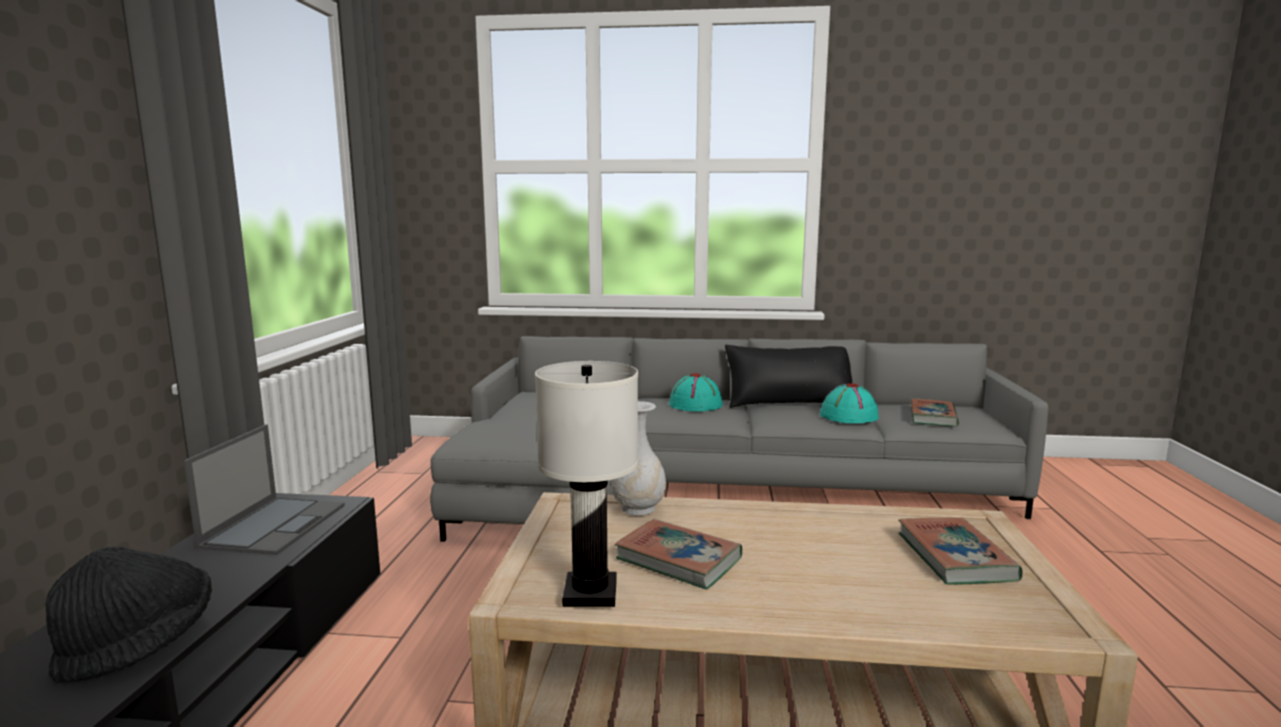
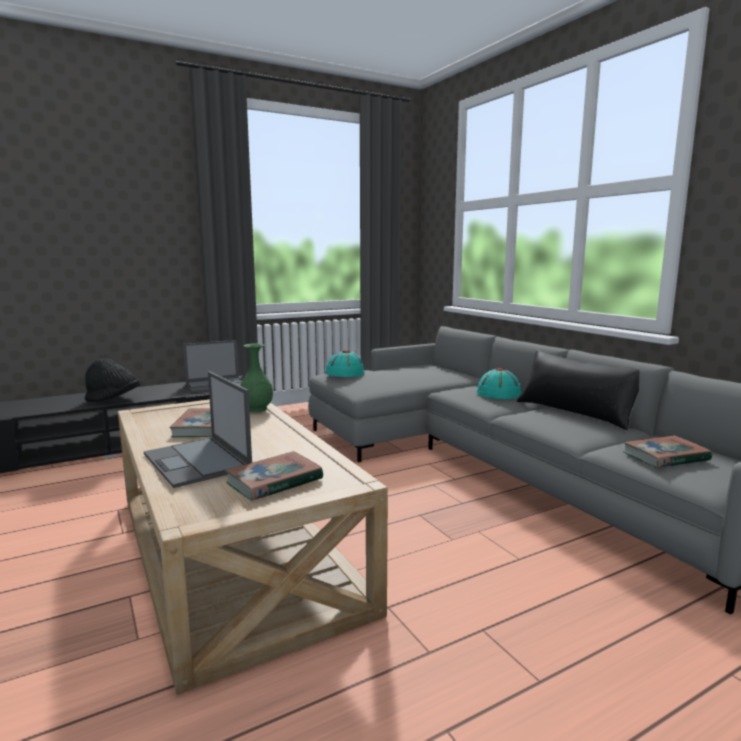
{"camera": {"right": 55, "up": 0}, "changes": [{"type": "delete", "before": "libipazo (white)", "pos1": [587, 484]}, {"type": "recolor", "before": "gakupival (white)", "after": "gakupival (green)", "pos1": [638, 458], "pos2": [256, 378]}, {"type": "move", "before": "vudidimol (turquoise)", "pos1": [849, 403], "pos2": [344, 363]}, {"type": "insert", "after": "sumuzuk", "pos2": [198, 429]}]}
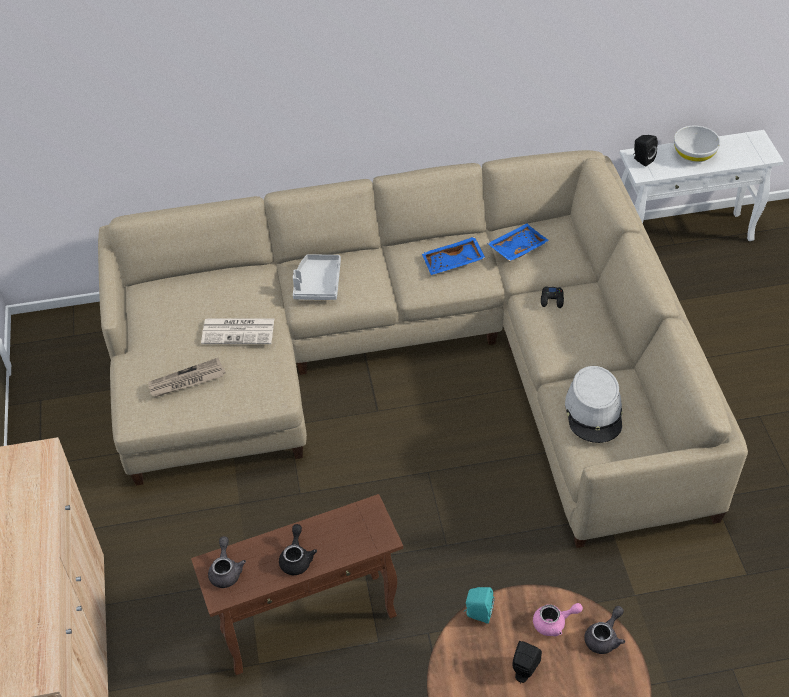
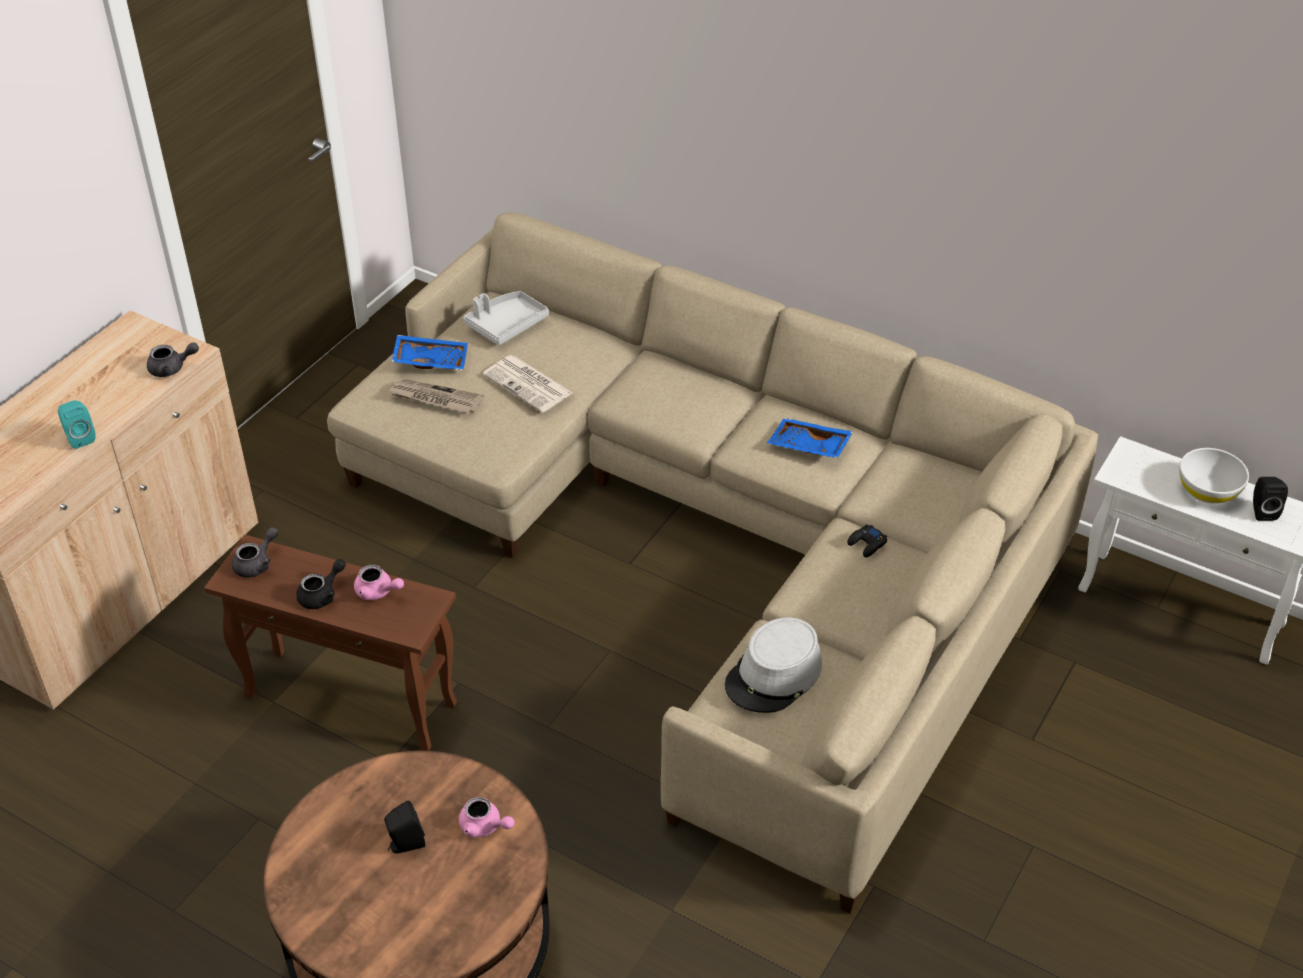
{"camera": {"right": 40, "up": -5}, "changes": [{"type": "move", "before": "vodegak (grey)", "pos1": [317, 277], "pos2": [506, 318]}, {"type": "move", "before": "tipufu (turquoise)", "pos1": [478, 605], "pos2": [77, 424]}, {"type": "move", "before": "vodegak (blue)", "pos1": [518, 242], "pos2": [429, 352]}, {"type": "move", "before": "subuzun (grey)", "pos1": [604, 630], "pos2": [173, 359]}, {"type": "move", "before": "tipufu (black)", "pos1": [645, 151], "pos2": [1270, 499]}, {"type": "insert", "after": "subuzun (pink)", "pos2": [379, 582]}]}
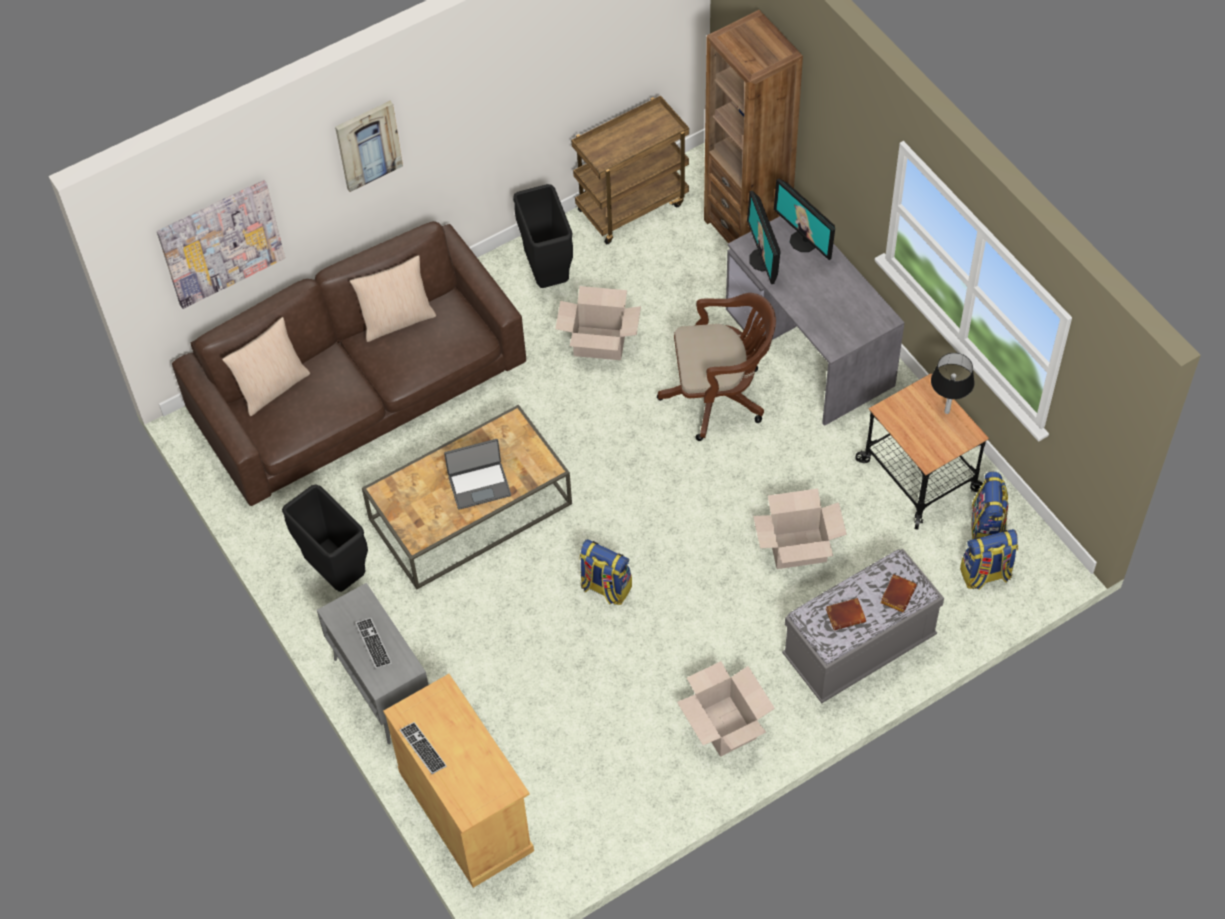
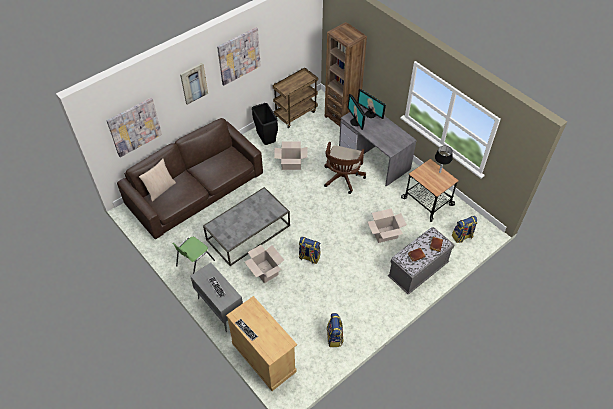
{"camera": {"right": -10, "up": -5}, "changes": [{"type": "replace", "before": "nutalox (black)", "after": "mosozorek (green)", "pos1": [325, 538], "pos2": [193, 255]}, {"type": "delete", "before": "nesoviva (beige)", "pos1": [393, 298]}, {"type": "recolor", "before": "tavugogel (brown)", "after": "tavugogel (grey)", "pos1": [467, 497], "pos2": [246, 226]}, {"type": "delete", "before": "sumuzuk", "pos1": [477, 474]}, {"type": "rotate", "before": "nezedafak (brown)", "pos1": [716, 367], "pos2": [345, 168], "turn": 120}, {"type": "move", "before": "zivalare", "pos1": [726, 708], "pos2": [264, 264]}, {"type": "move", "before": "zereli", "pos1": [989, 505], "pos2": [335, 330]}, {"type": "insert", "after": "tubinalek", "pos2": [239, 56]}]}
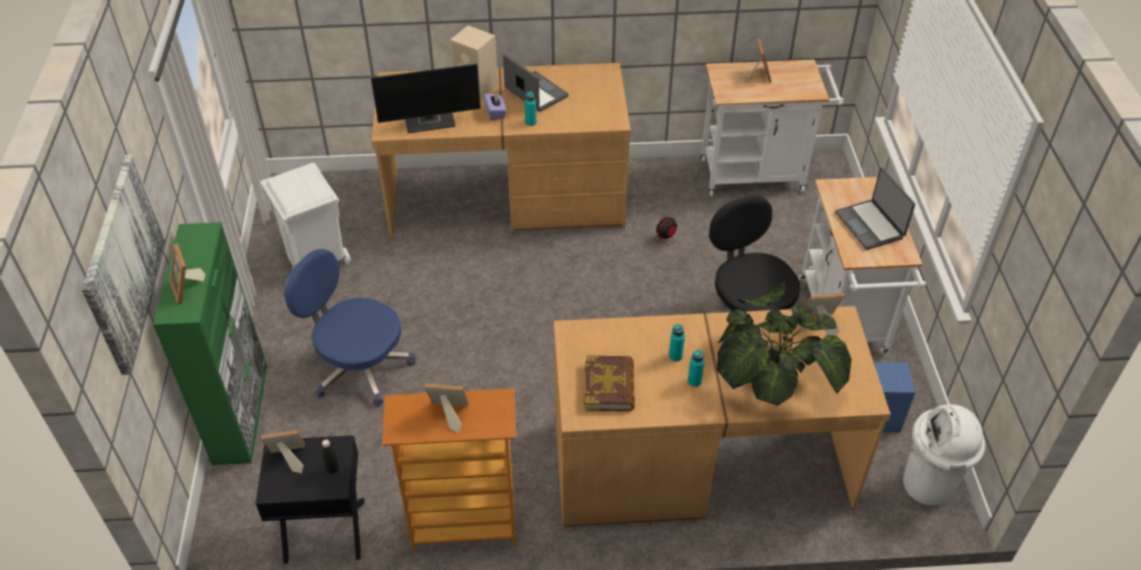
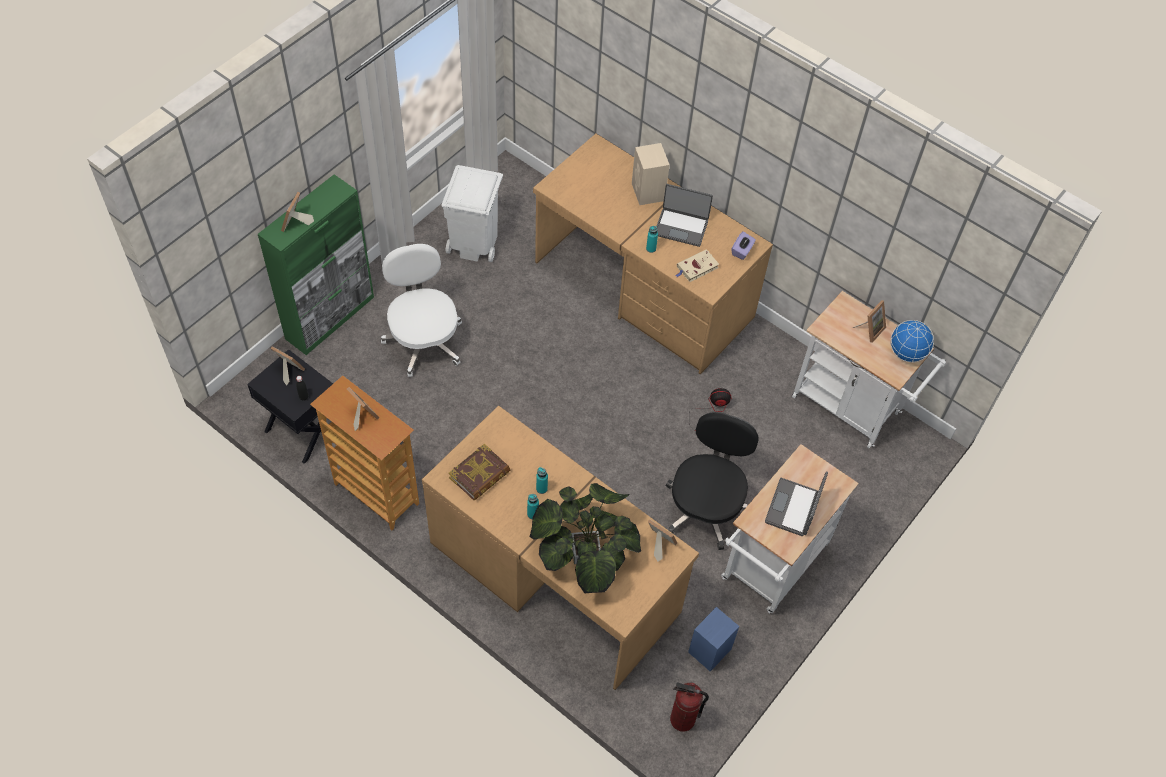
{"camera": {"right": 40, "up": 10}, "changes": [{"type": "delete", "before": "tubinalek", "pos1": [123, 265]}, {"type": "recolor", "before": "nezedafak (blue)", "after": "nezedafak (white)", "pos1": [349, 328], "pos2": [421, 310]}, {"type": "delete", "before": "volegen", "pos1": [426, 98]}, {"type": "move", "before": "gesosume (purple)", "pos1": [495, 105], "pos2": [744, 245]}, {"type": "rotate", "before": "sumuzuk", "pos1": [536, 83], "pos2": [684, 215], "turn": 105}, {"type": "replace", "before": "nutalox (white)", "after": "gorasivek", "pos1": [944, 455], "pos2": [689, 707]}, {"type": "insert", "after": "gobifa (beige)", "pos2": [697, 265]}, {"type": "insert", "after": "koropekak", "pos2": [912, 341]}]}
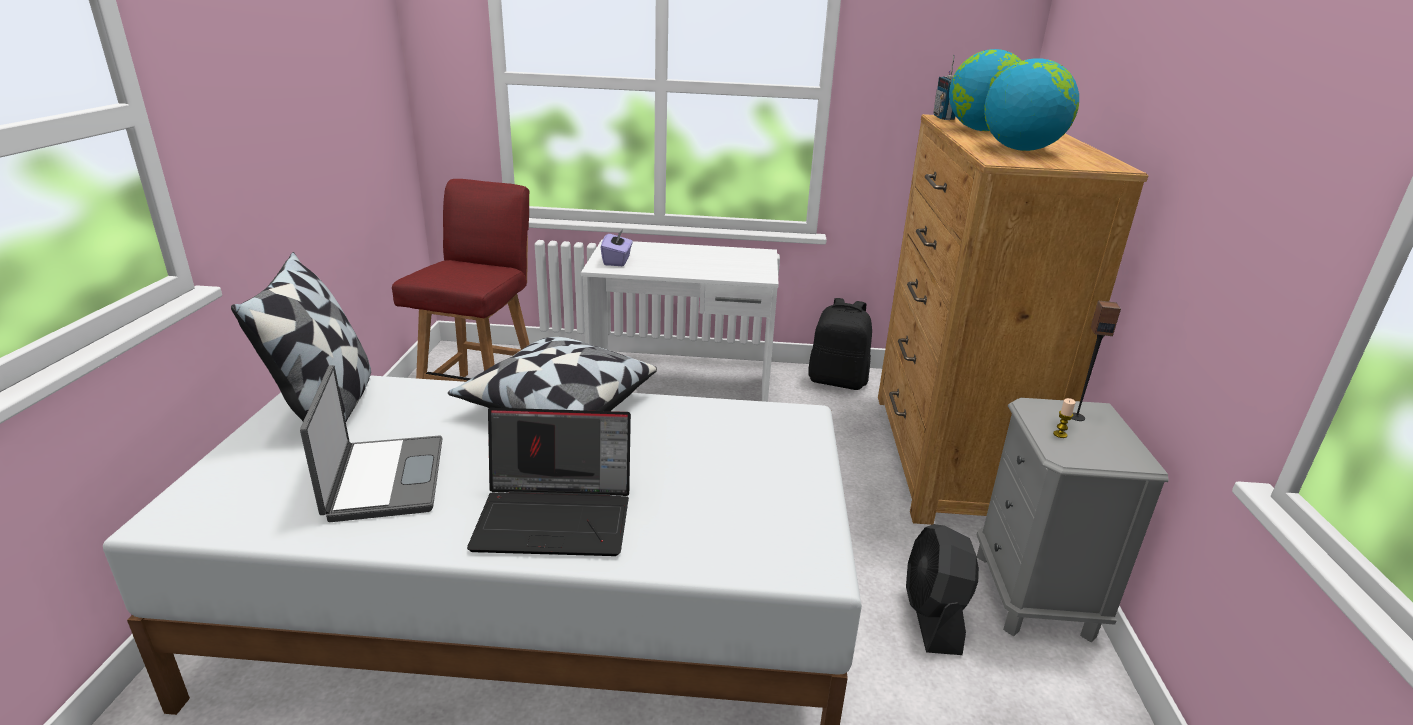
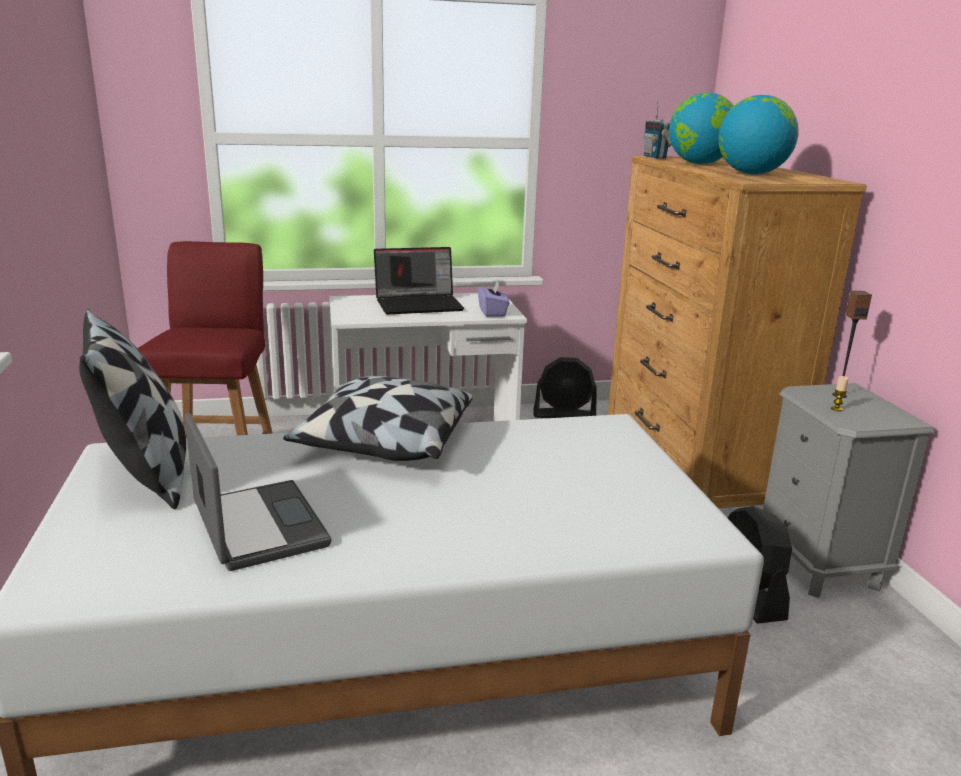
{"camera": {"right": -15, "up": -5}, "changes": [{"type": "move", "before": "sumuzuk", "pos1": [549, 482], "pos2": [419, 280]}, {"type": "move", "before": "gesosume (purple)", "pos1": [617, 247], "pos2": [493, 299]}, {"type": "replace", "before": "zereli (black)", "after": "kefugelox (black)", "pos1": [840, 344], "pos2": [565, 387]}]}
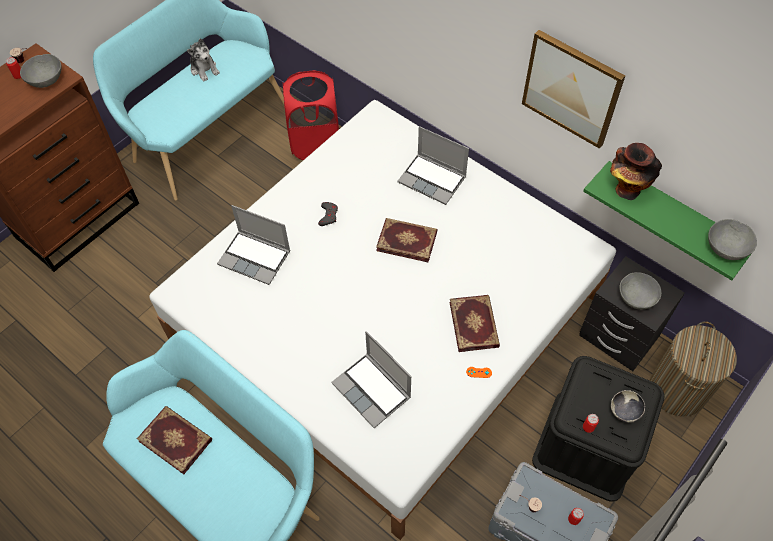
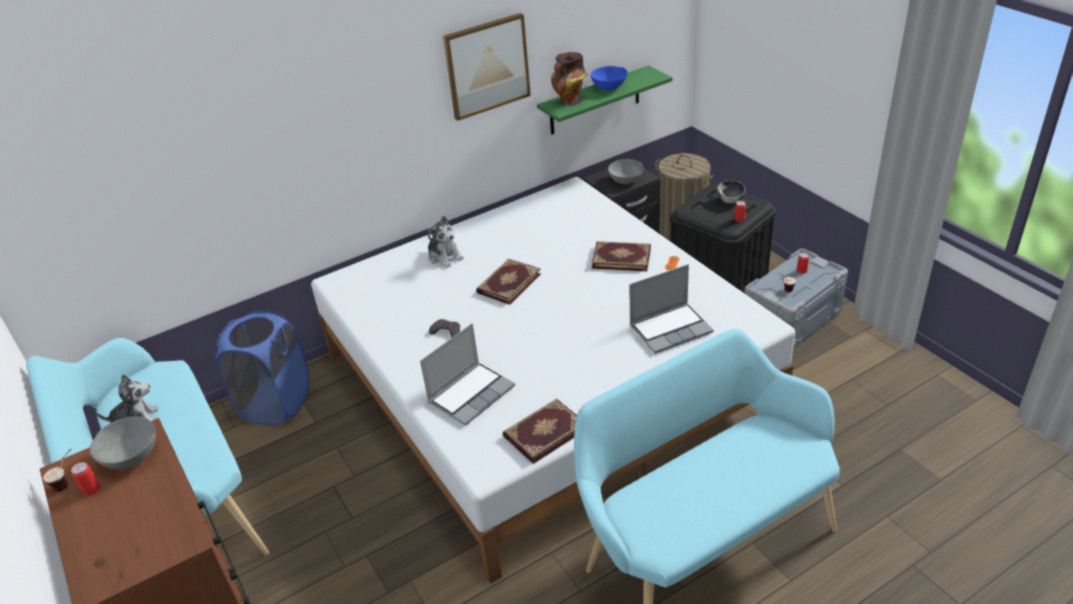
{"camera": {"right": -70, "up": -20}, "changes": [{"type": "move", "before": "gobifa", "pos1": [174, 440], "pos2": [540, 431]}, {"type": "recolor", "before": "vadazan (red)", "after": "vadazan (blue)", "pos1": [311, 115], "pos2": [262, 367]}, {"type": "replace", "before": "sumuzuk", "after": "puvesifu", "pos1": [433, 165], "pos2": [445, 242]}, {"type": "delete", "before": "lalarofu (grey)", "pos1": [732, 239]}, {"type": "insert", "after": "lalarofu (blue)", "pos2": [609, 78]}]}
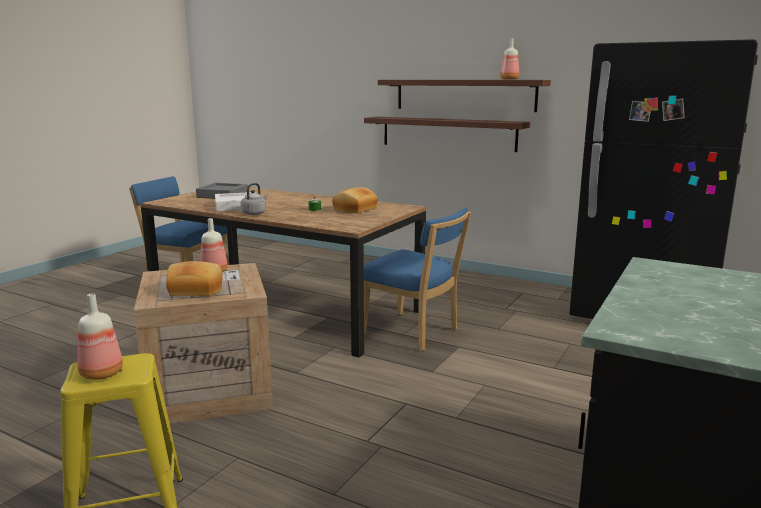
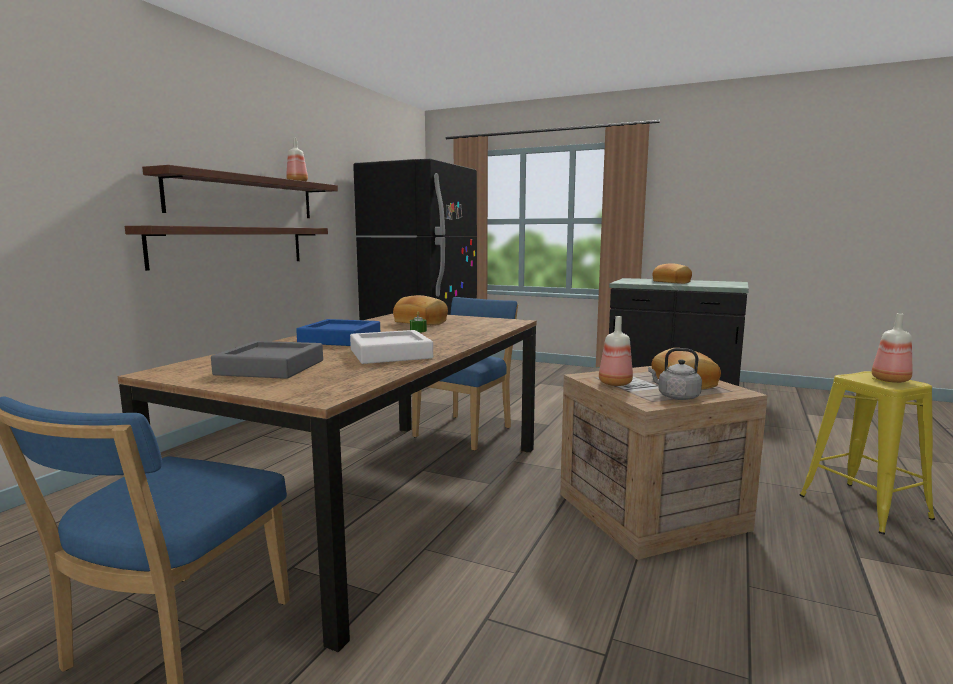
{"camera": {"right": -95, "up": -5}, "changes": [{"type": "move", "before": "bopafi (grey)", "pos1": [254, 199], "pos2": [675, 374]}, {"type": "insert", "after": "vodegak (blue)", "pos2": [338, 332]}, {"type": "insert", "after": "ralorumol", "pos2": [672, 273]}]}
